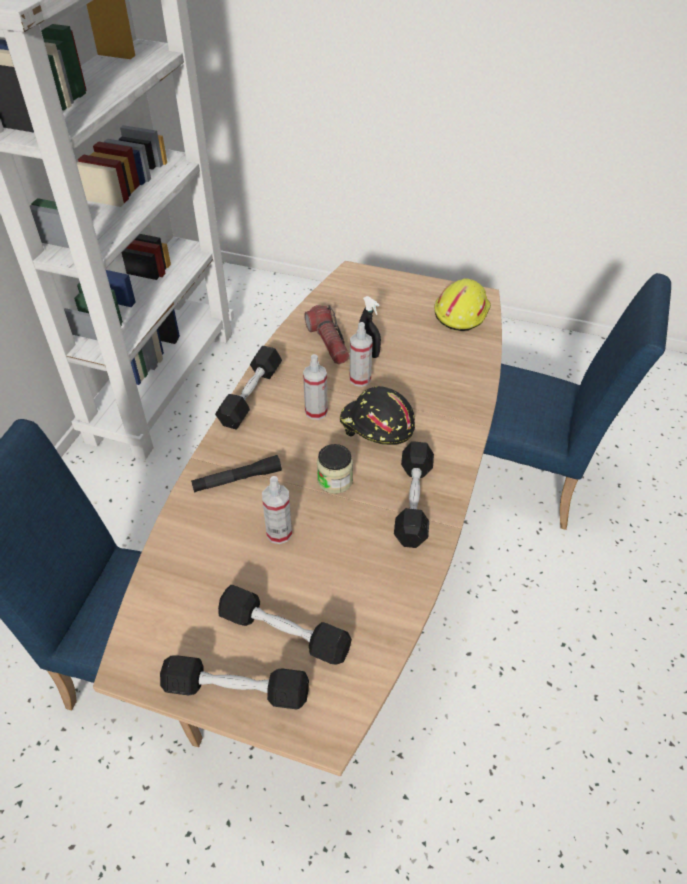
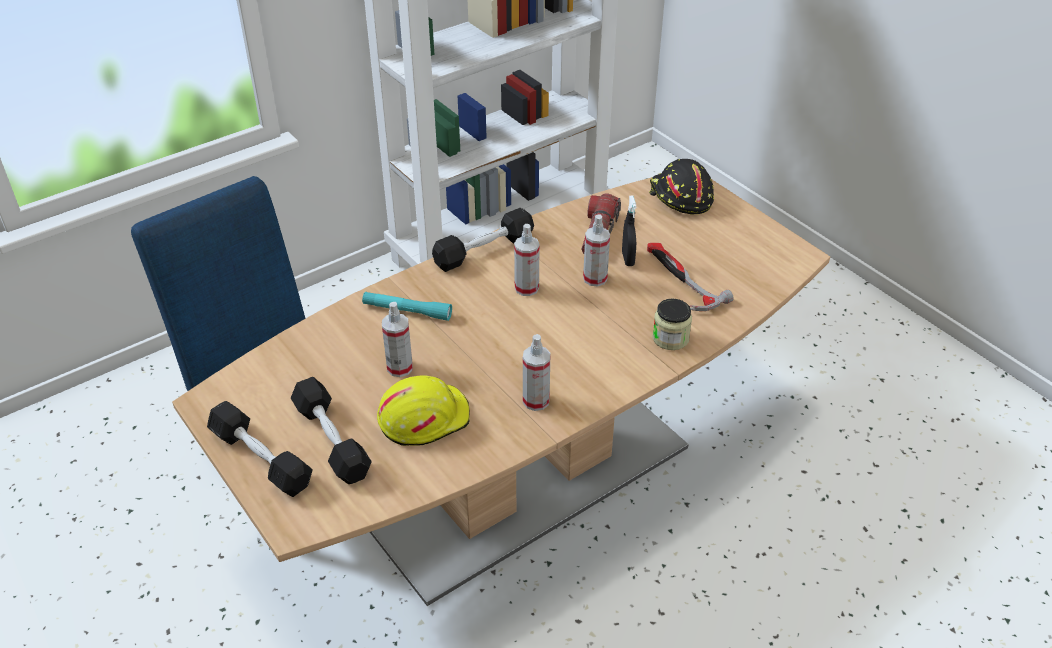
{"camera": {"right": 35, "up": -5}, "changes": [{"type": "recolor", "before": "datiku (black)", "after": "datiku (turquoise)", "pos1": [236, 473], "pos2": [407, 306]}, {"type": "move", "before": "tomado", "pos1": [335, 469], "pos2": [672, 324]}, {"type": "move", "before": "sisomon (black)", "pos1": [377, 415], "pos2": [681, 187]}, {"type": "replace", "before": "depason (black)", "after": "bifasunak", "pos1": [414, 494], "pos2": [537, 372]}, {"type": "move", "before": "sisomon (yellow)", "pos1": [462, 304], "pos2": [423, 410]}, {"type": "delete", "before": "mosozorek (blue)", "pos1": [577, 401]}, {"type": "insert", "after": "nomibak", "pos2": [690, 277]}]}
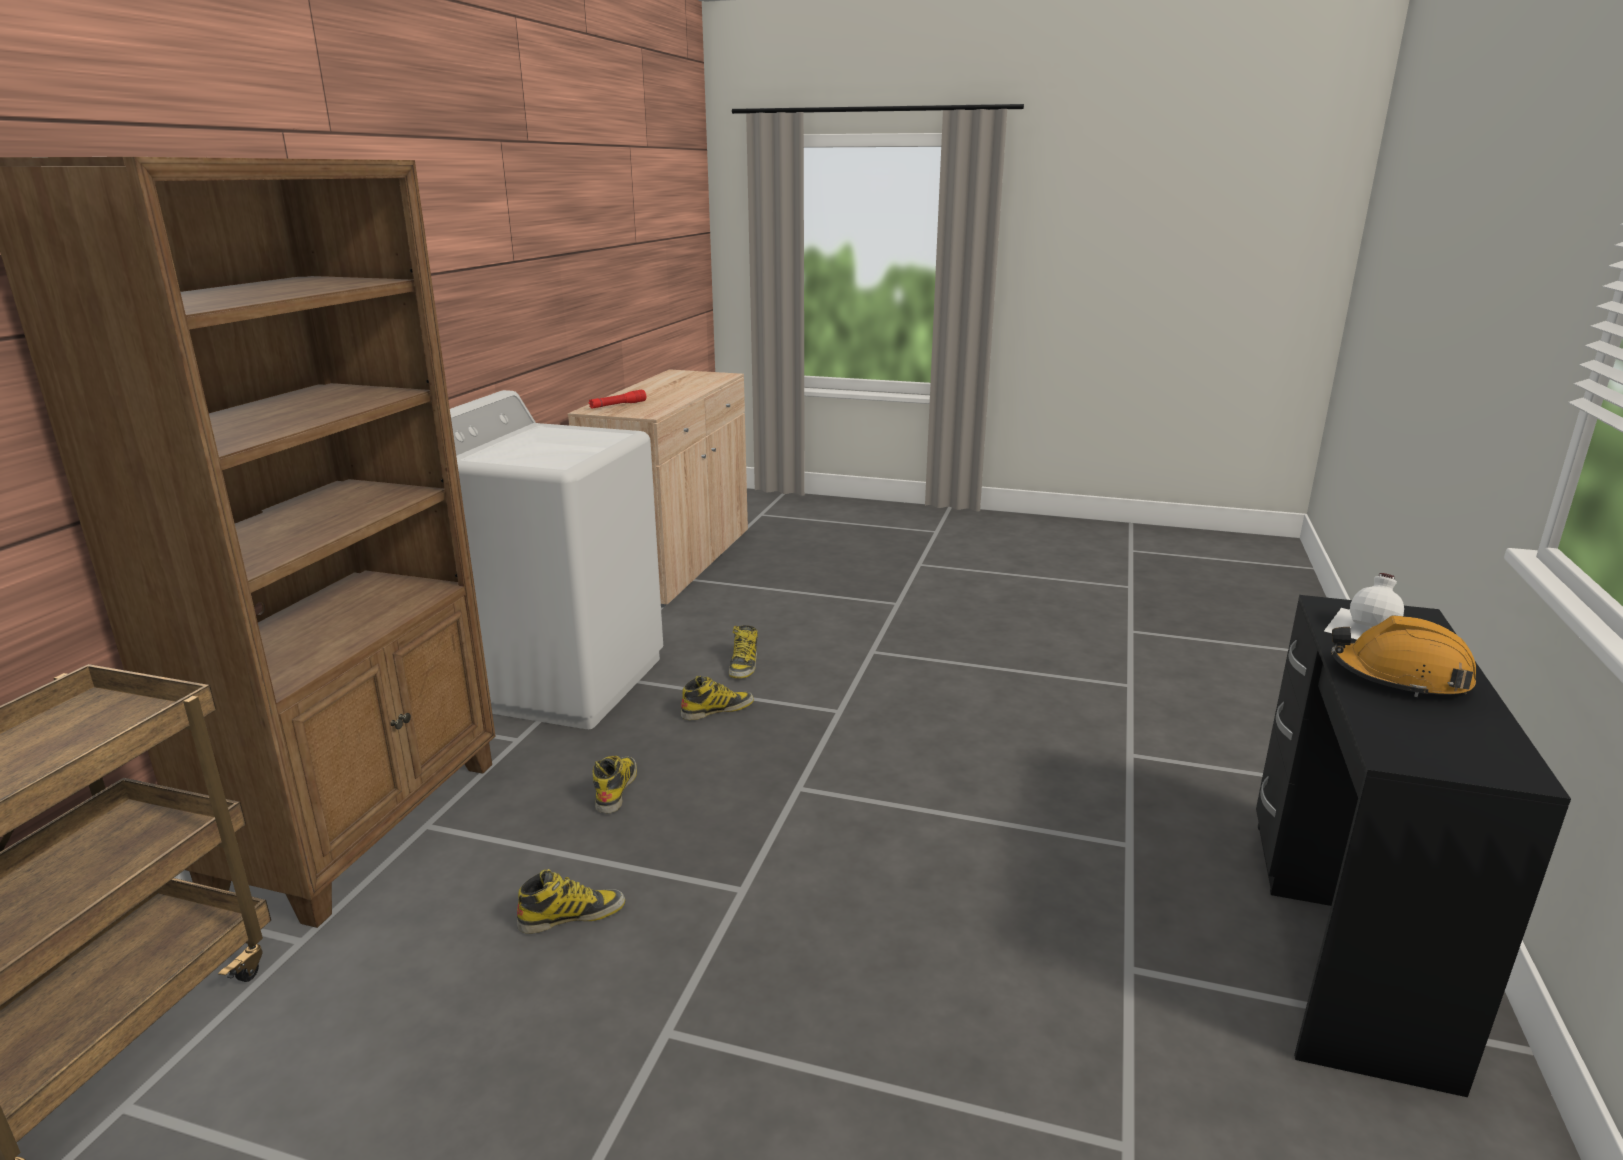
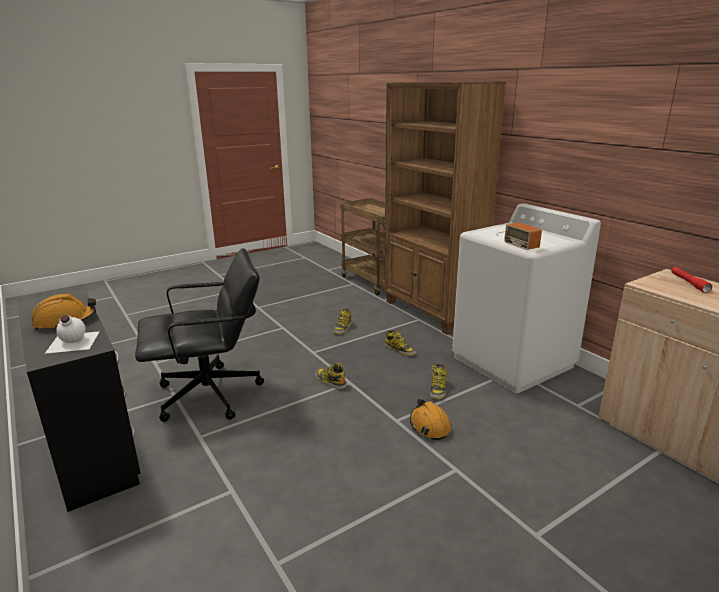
{"camera": {"right": 130, "up": 0}, "changes": [{"type": "move", "before": "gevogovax", "pos1": [743, 652], "pos2": [331, 376]}, {"type": "insert", "after": "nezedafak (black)", "pos2": [199, 335]}, {"type": "insert", "after": "sisomon (orange)", "pos2": [430, 419]}, {"type": "insert", "after": "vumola", "pos2": [519, 236]}]}
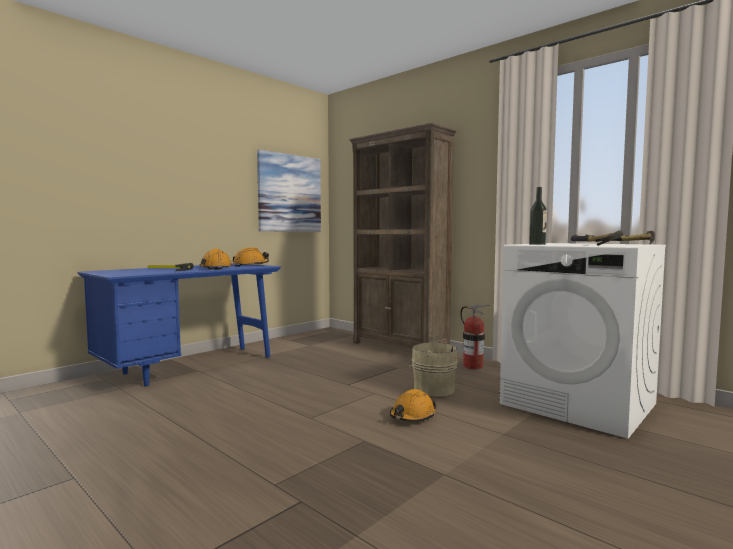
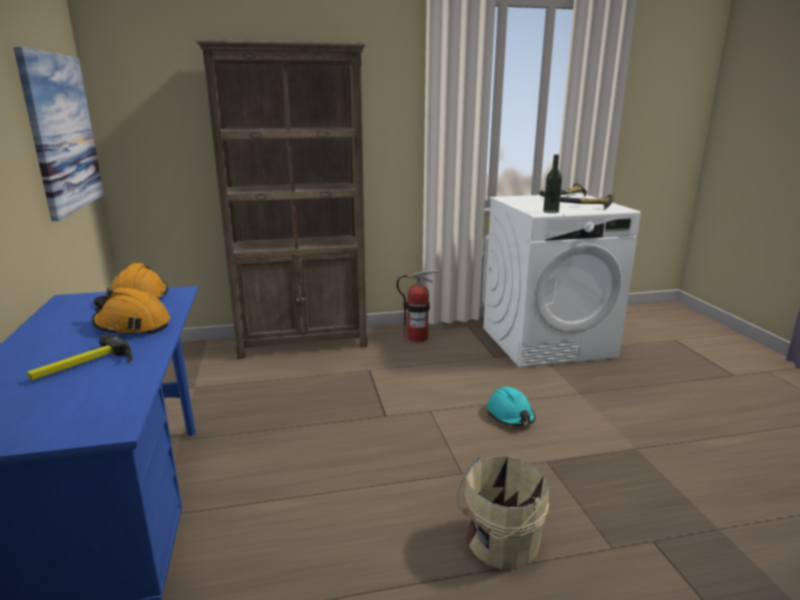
{"camera": {"right": -55, "up": 15}, "changes": [{"type": "recolor", "before": "sisomon (orange)", "after": "sisomon (turquoise)", "pos1": [413, 405], "pos2": [511, 406]}, {"type": "move", "before": "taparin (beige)", "pos1": [433, 368], "pos2": [503, 513]}]}
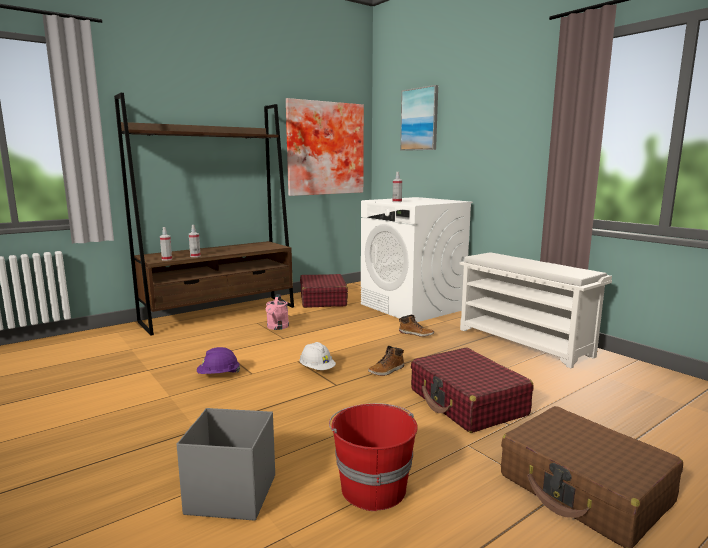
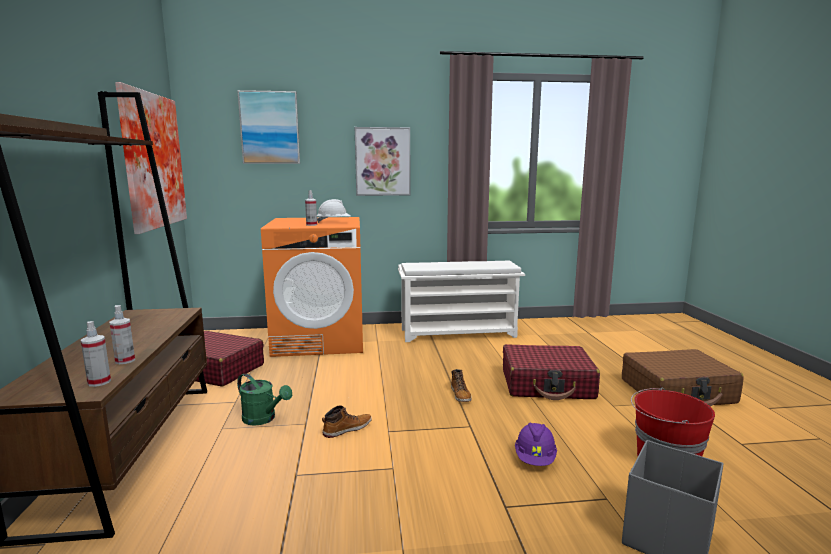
{"camera": {"right": -60, "up": 0}, "changes": [{"type": "move", "before": "sisomon (purple)", "pos1": [218, 360], "pos2": [536, 444]}, {"type": "recolor", "before": "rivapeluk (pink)", "after": "rivapeluk (green)", "pos1": [277, 312], "pos2": [264, 399]}, {"type": "move", "before": "sisomon (white)", "pos1": [318, 356], "pos2": [334, 211]}, {"type": "recolor", "before": "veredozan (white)", "after": "veredozan (orange)", "pos1": [417, 259], "pos2": [312, 287]}, {"type": "move", "before": "gevogovax", "pos1": [416, 326], "pos2": [347, 421]}, {"type": "insert", "after": "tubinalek", "pos2": [382, 161]}]}
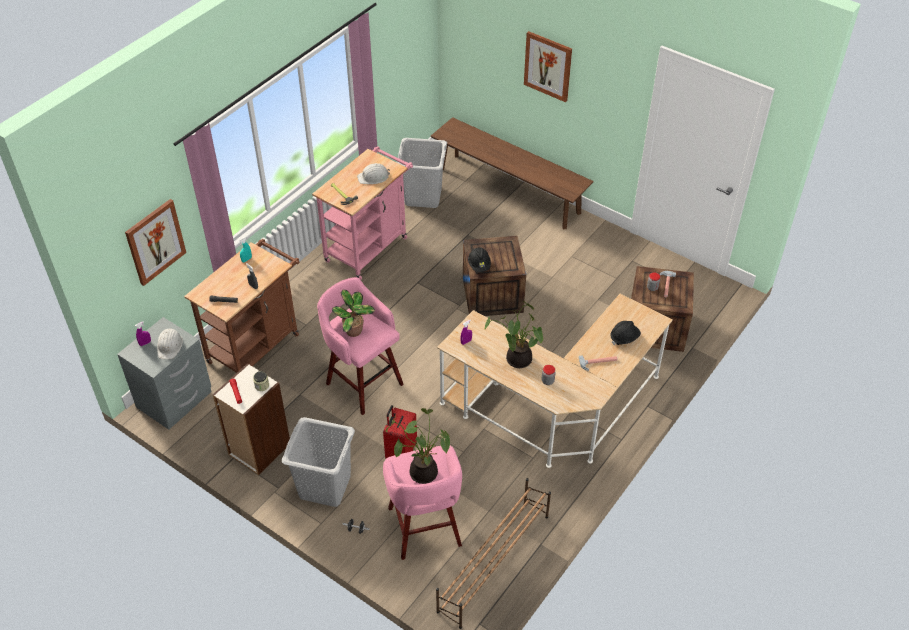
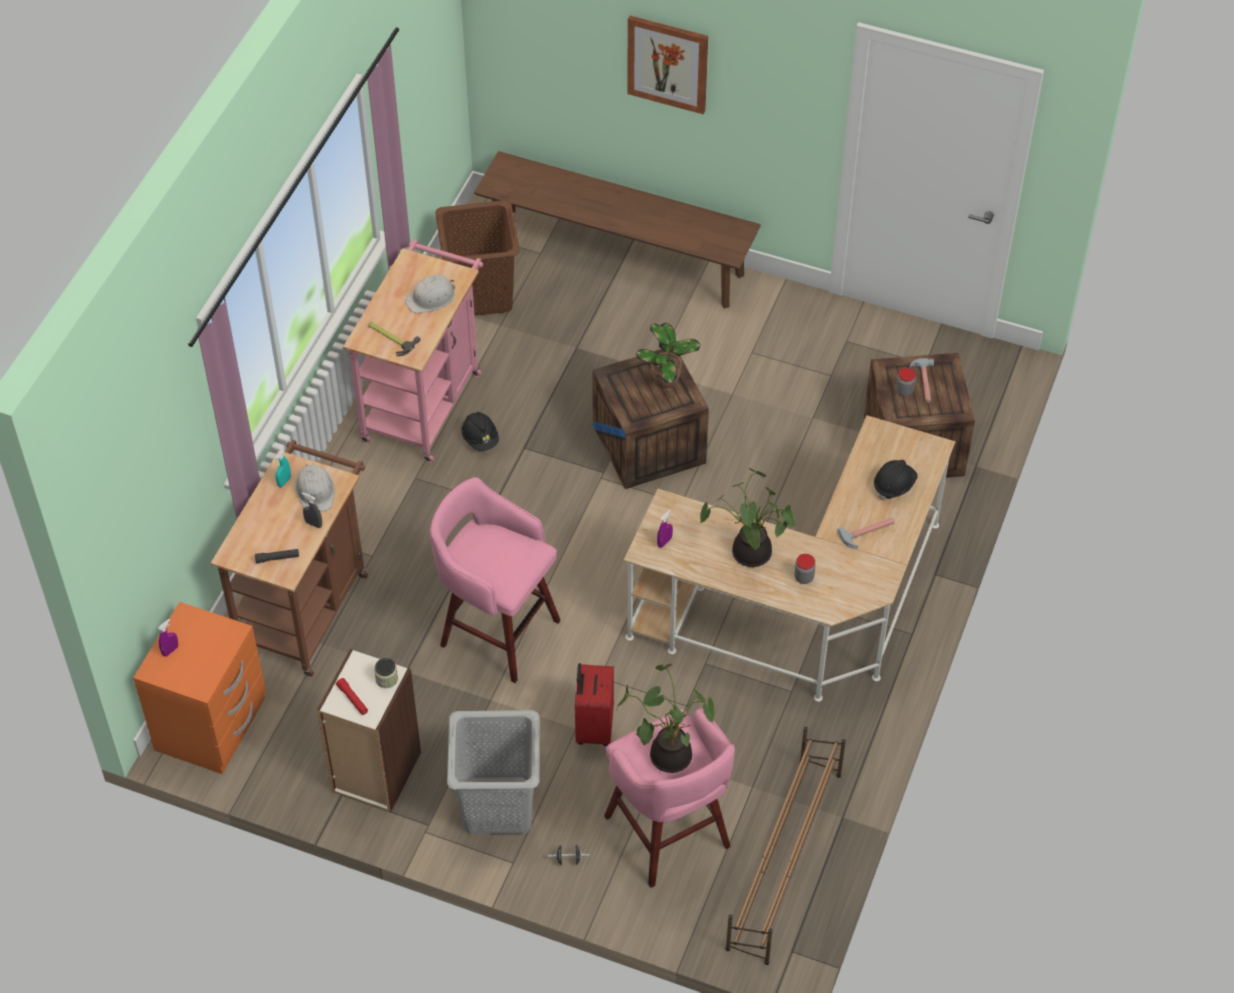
{"camera": {"right": -15, "up": 5}, "changes": [{"type": "recolor", "before": "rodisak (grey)", "after": "rodisak (orange)", "pos1": [164, 373], "pos2": [199, 688]}, {"type": "delete", "before": "tubinalek", "pos1": [155, 242]}, {"type": "move", "before": "sisomon (white)", "pos1": [170, 343], "pos2": [315, 488]}, {"type": "move", "before": "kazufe", "pos1": [353, 313], "pos2": [668, 356]}, {"type": "recolor", "before": "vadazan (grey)", "after": "vadazan (brown)", "pos1": [422, 173], "pos2": [477, 258]}, {"type": "move", "before": "sisomon (black)", "pos1": [479, 259], "pos2": [480, 431]}]}
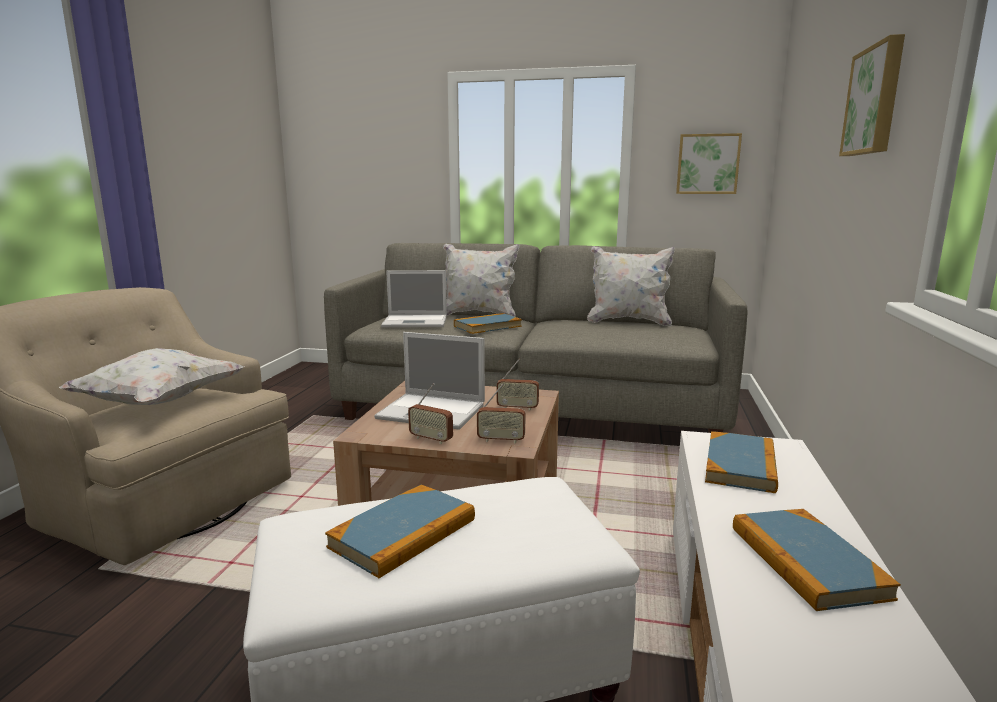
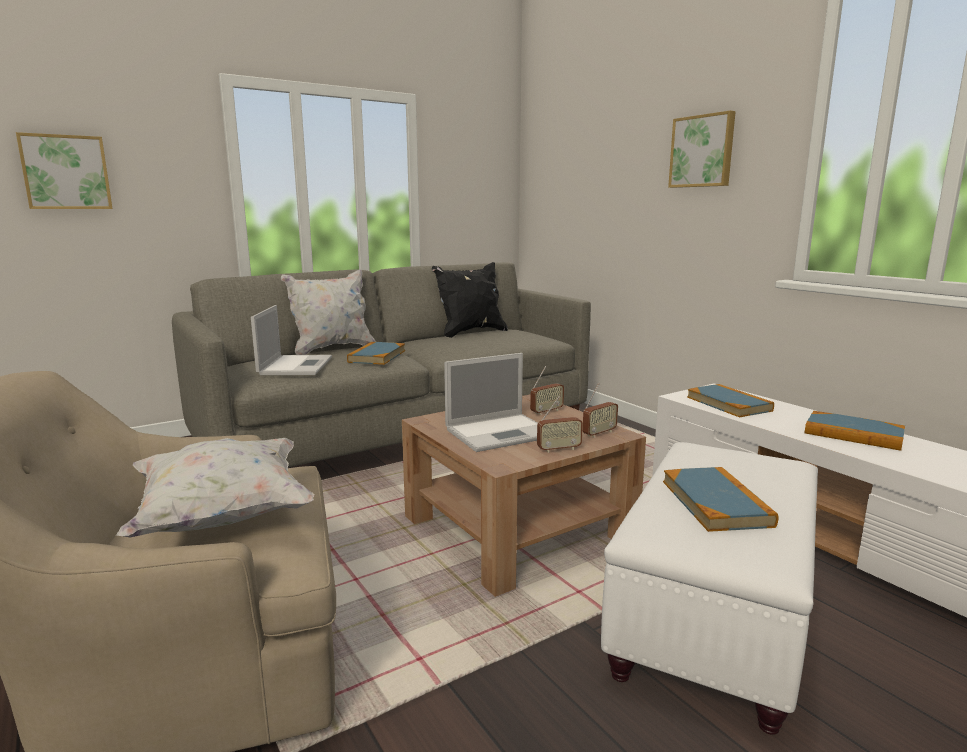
{"camera": {"right": -45, "up": 0}, "changes": [{"type": "rotate", "before": "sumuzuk", "pos1": [414, 298], "pos2": [291, 340], "turn": -45}, {"type": "recolor", "before": "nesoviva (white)", "after": "nesoviva (black)", "pos1": [631, 286], "pos2": [470, 300]}, {"type": "move", "before": "tubinalek", "pos1": [709, 163], "pos2": [64, 170]}]}
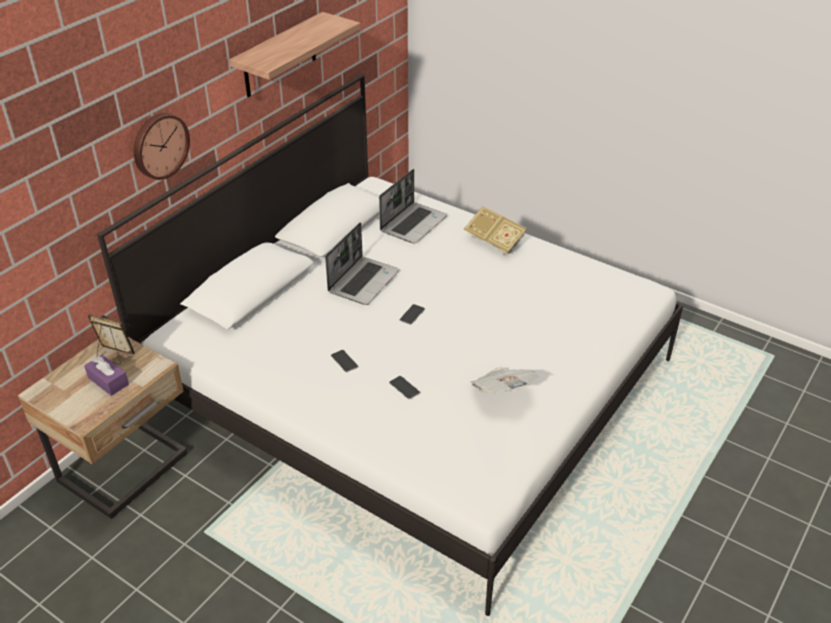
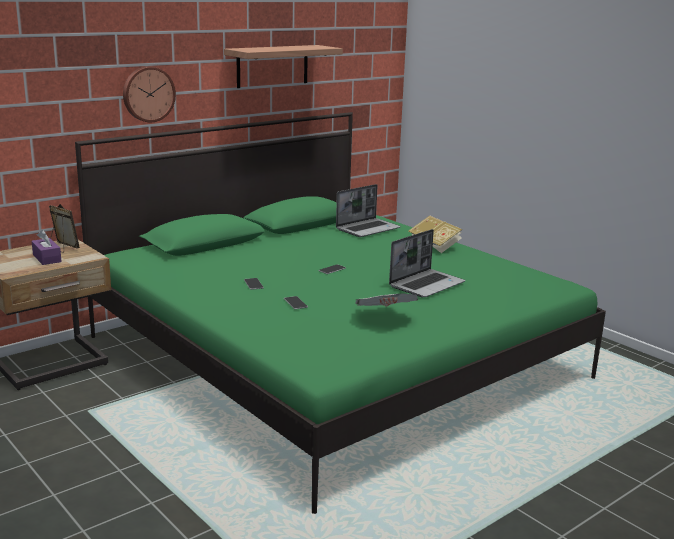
{"camera": {"right": 15, "up": -20}, "changes": [{"type": "recolor", "before": "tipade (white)", "after": "tipade (green)", "pos1": [390, 344], "pos2": [340, 313]}, {"type": "move", "before": "sumuzuk", "pos1": [362, 263], "pos2": [427, 263]}]}
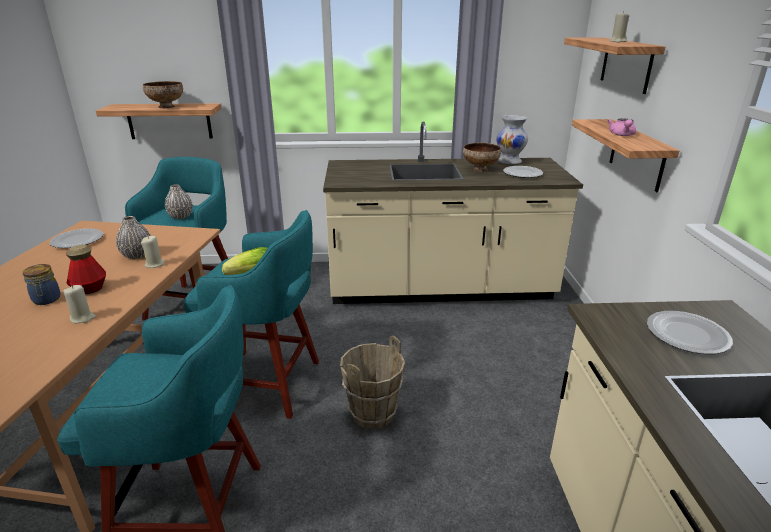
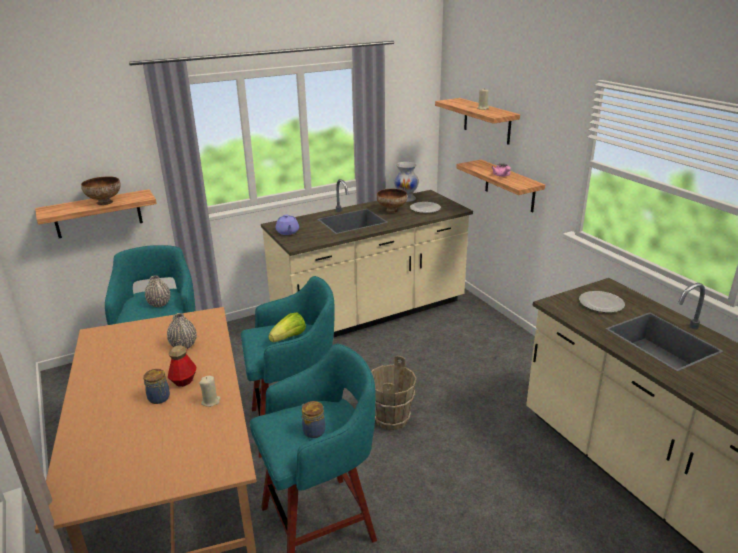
{"camera": {"right": -25, "up": 0}, "changes": [{"type": "delete", "before": "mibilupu", "pos1": [76, 238]}, {"type": "delete", "before": "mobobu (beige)", "pos1": [153, 252]}, {"type": "insert", "after": "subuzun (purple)", "pos2": [287, 224]}, {"type": "insert", "after": "tomado", "pos2": [314, 419]}]}
